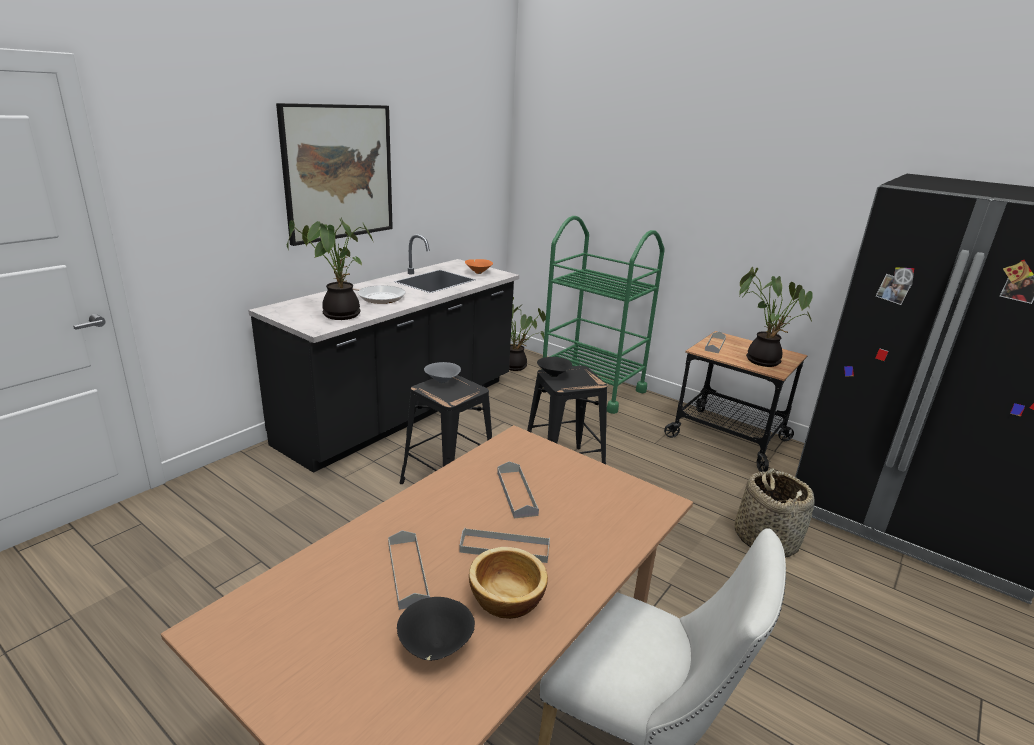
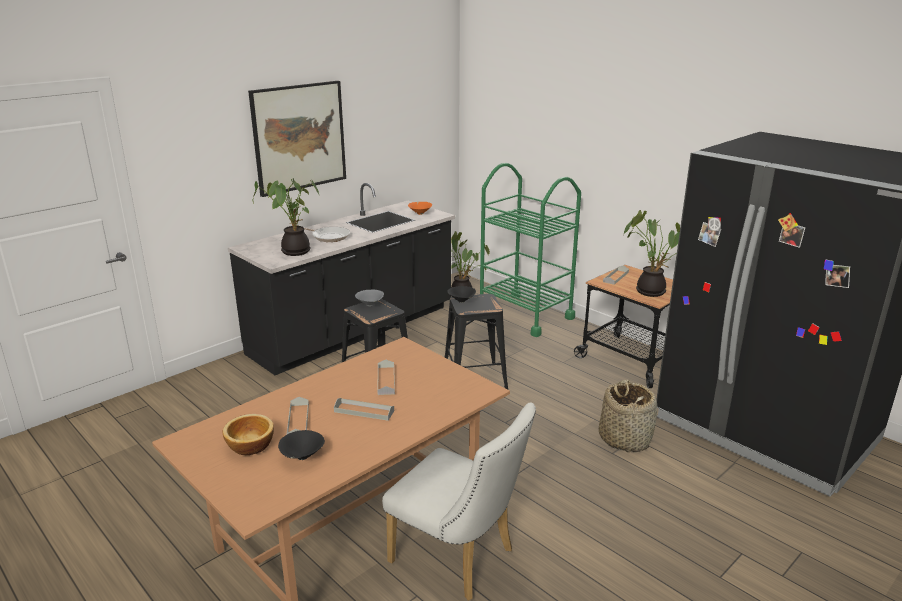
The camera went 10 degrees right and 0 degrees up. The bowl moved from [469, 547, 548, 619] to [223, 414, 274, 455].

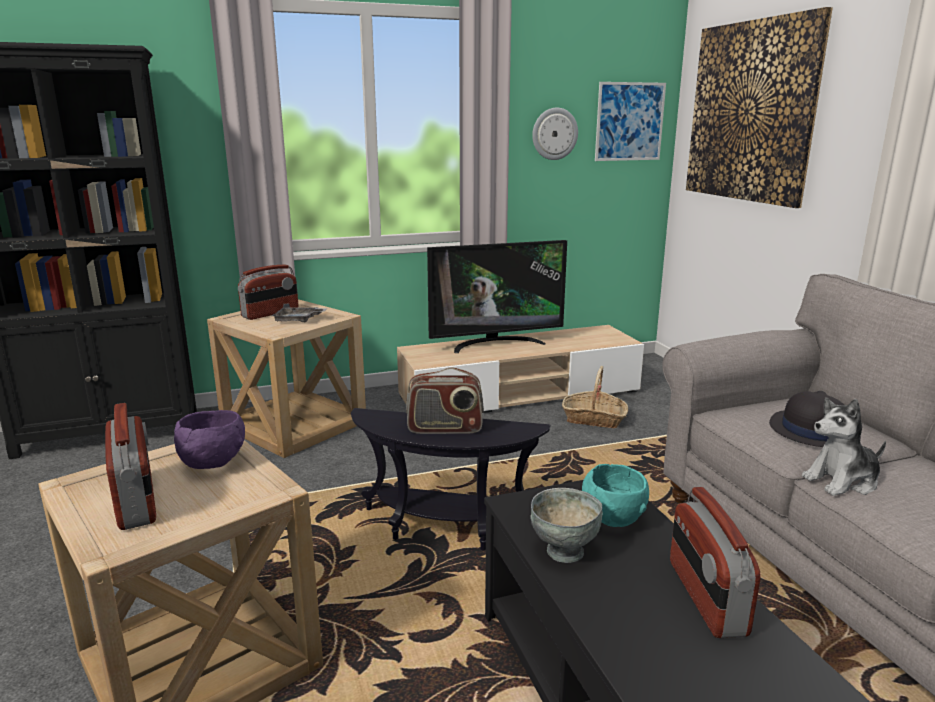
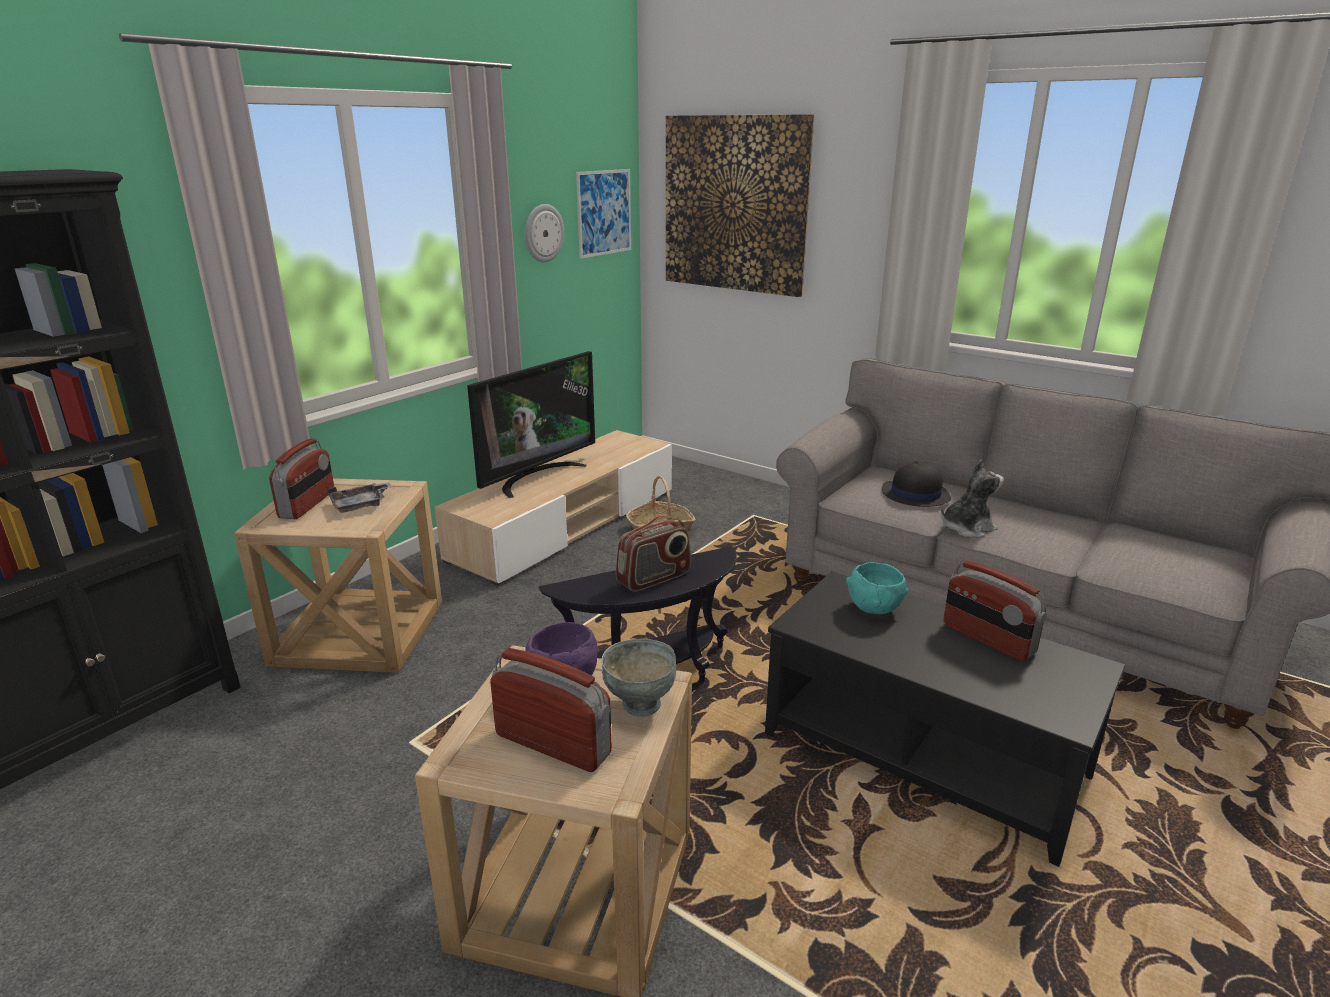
The camera went 35 degrees left and 5 degrees up. The grey bowl moved from [530, 488, 603, 563] to [601, 638, 676, 717]. The plush toy at [802, 398, 886, 496] turned 150 degrees counterclockwise.

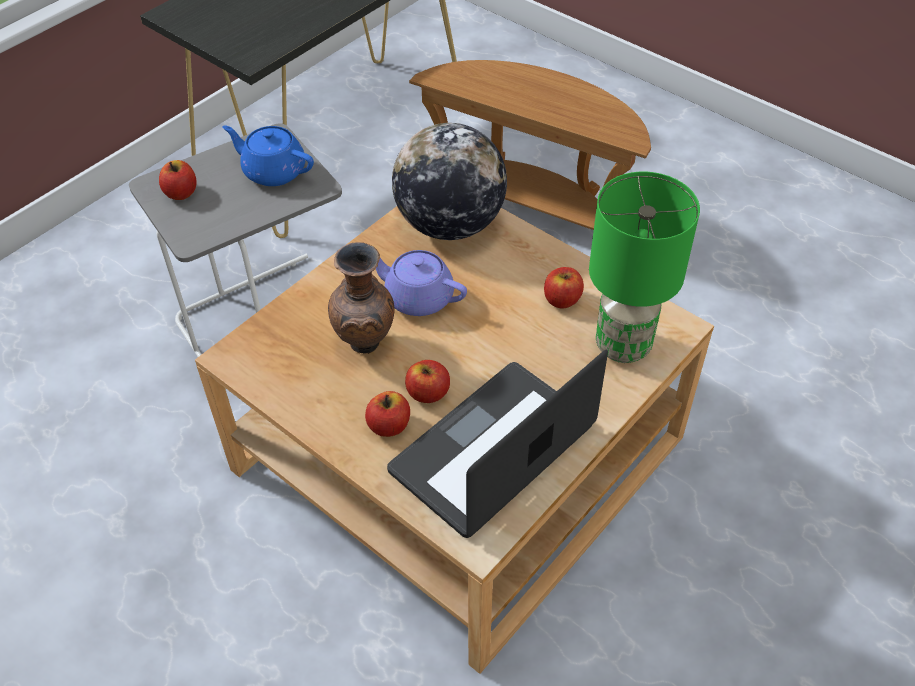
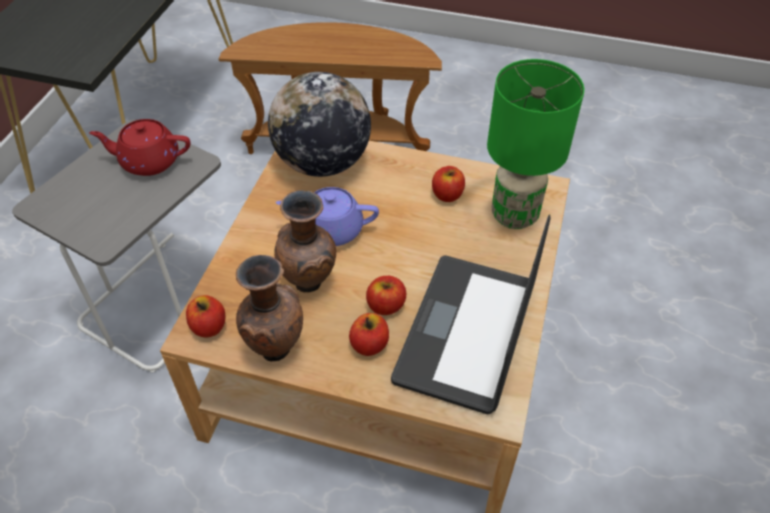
The camera went 25 degrees left and 0 degrees up. The blue teapot at [222, 125, 314, 186] became the red teapot at [89, 119, 190, 176]. The apple moved from [159, 160, 197, 200] to [186, 295, 225, 338]. The brown vase at [236, 255, 303, 362] appeared.

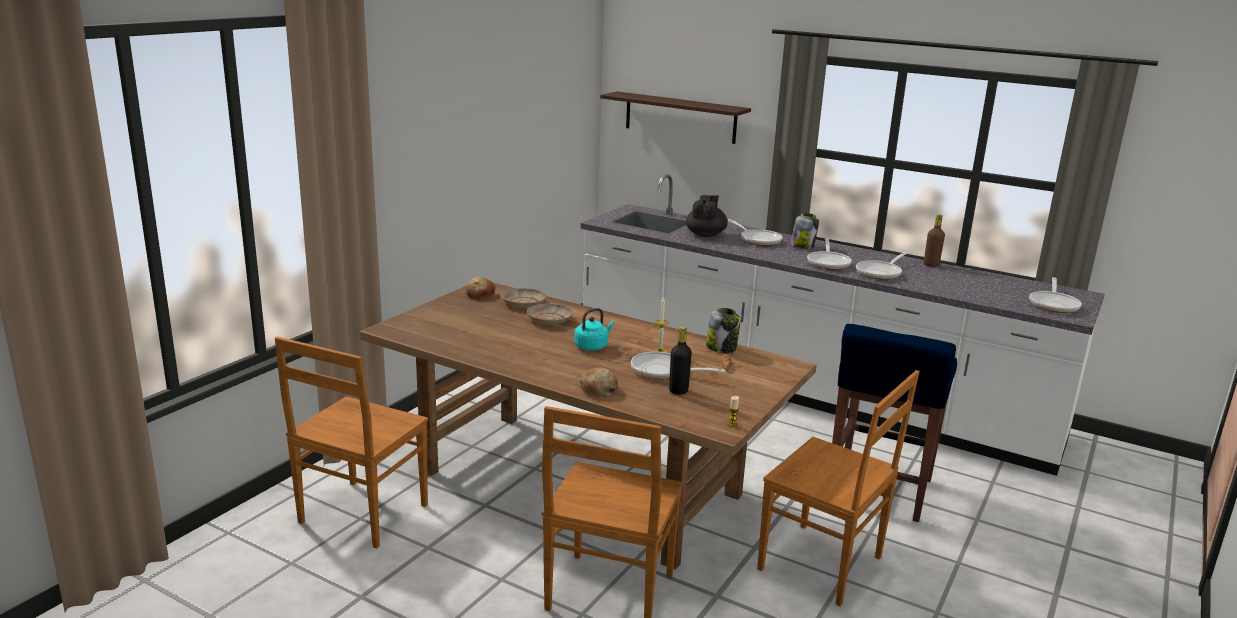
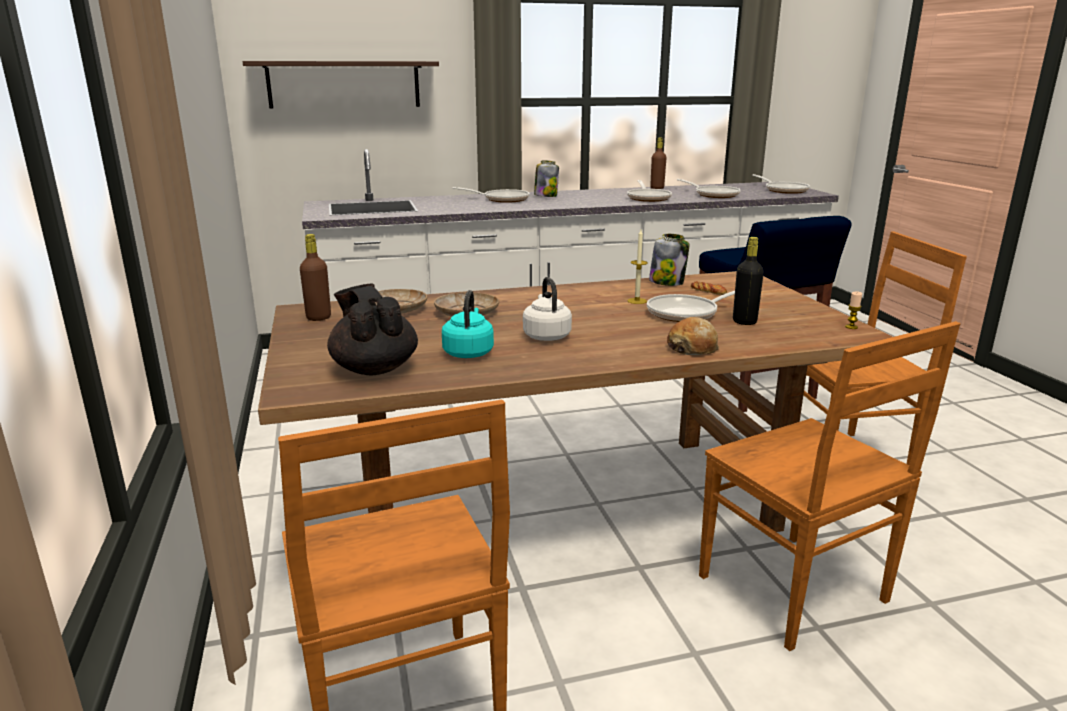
The camera went 45 degrees left and 0 degrees up. The bread at [465, 277, 496, 299] was replaced by the brown bottle at [300, 234, 331, 321]. The black teapot moved from [686, 195, 728, 237] to [327, 283, 418, 375]. The turquoise kettle moved from [574, 308, 614, 351] to [442, 290, 494, 358]. The white kettle at [523, 277, 572, 341] appeared. The frying pan moved from [807, 239, 852, 270] to [677, 179, 741, 198].

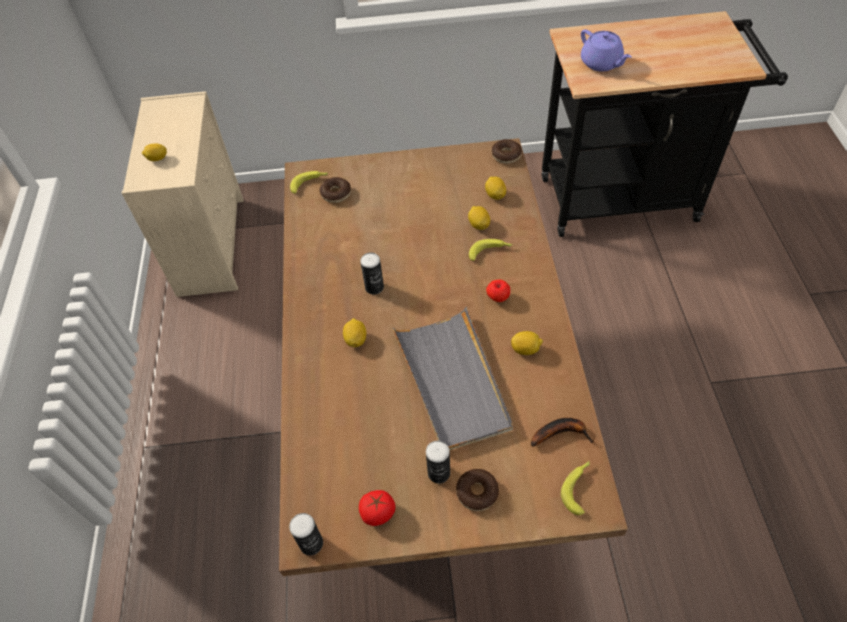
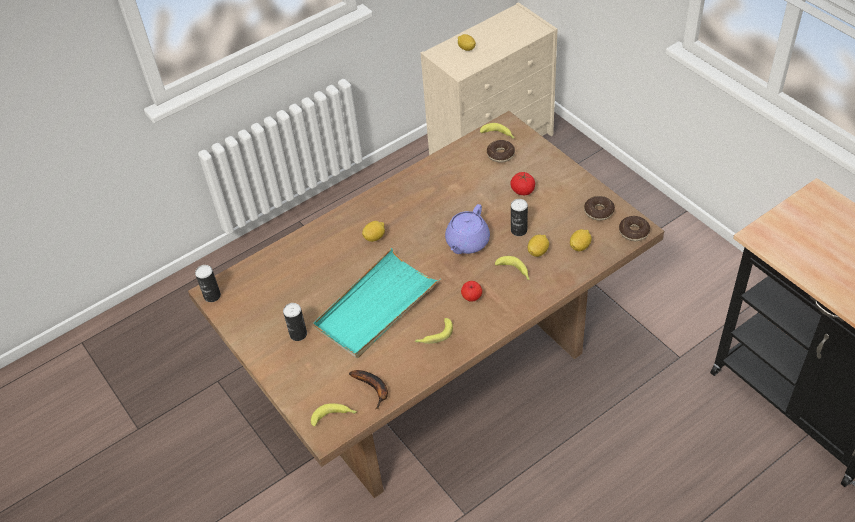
The camera went 60 degrees right and 5 degrees down. The grey tray at [393, 307, 513, 450] became the turquoise tray at [313, 248, 441, 358]. The lemon at [511, 331, 543, 355] was replaced by the banana at [415, 318, 453, 344]. The purple teapot moved from [581, 29, 632, 71] to [445, 204, 490, 254]. The tomato moved from [359, 490, 396, 526] to [510, 172, 535, 195]. The can moved from [360, 252, 384, 294] to [511, 199, 528, 236]. The donut moved from [456, 469, 499, 511] to [584, 196, 615, 220].

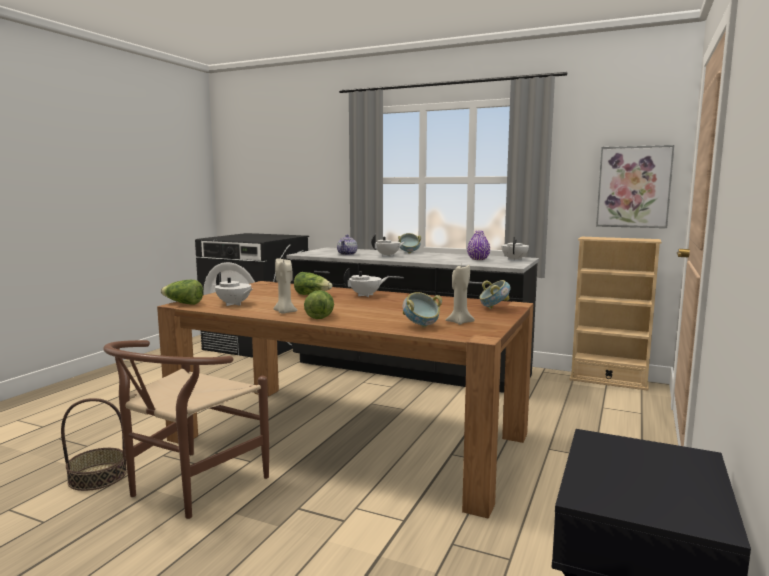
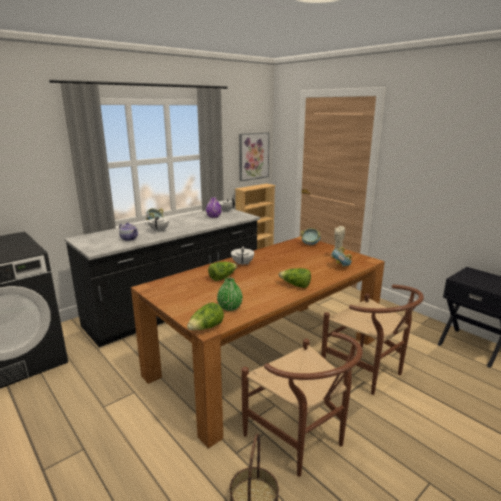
The camera went 65 degrees left and 10 degrees up. The white teapot at [215, 272, 252, 306] was replaced by the green vase at [217, 277, 243, 311]. The brown chair at [321, 285, 424, 395] appeared. The beige candle at [273, 258, 298, 314] disappeared.

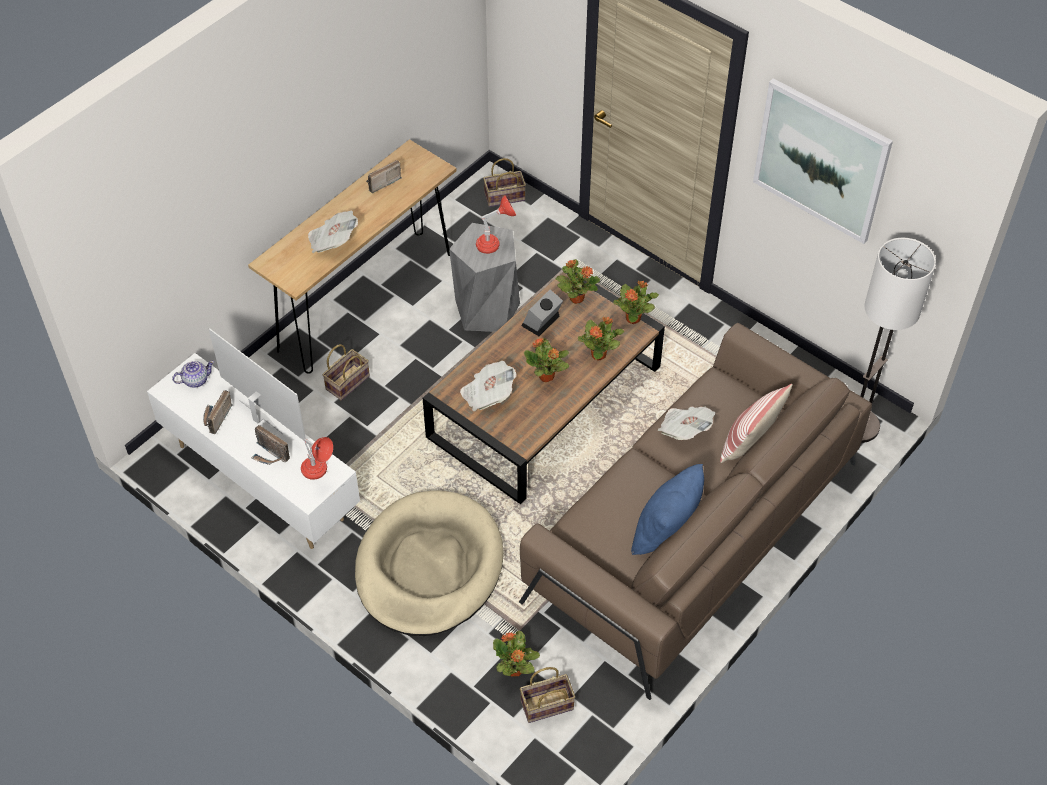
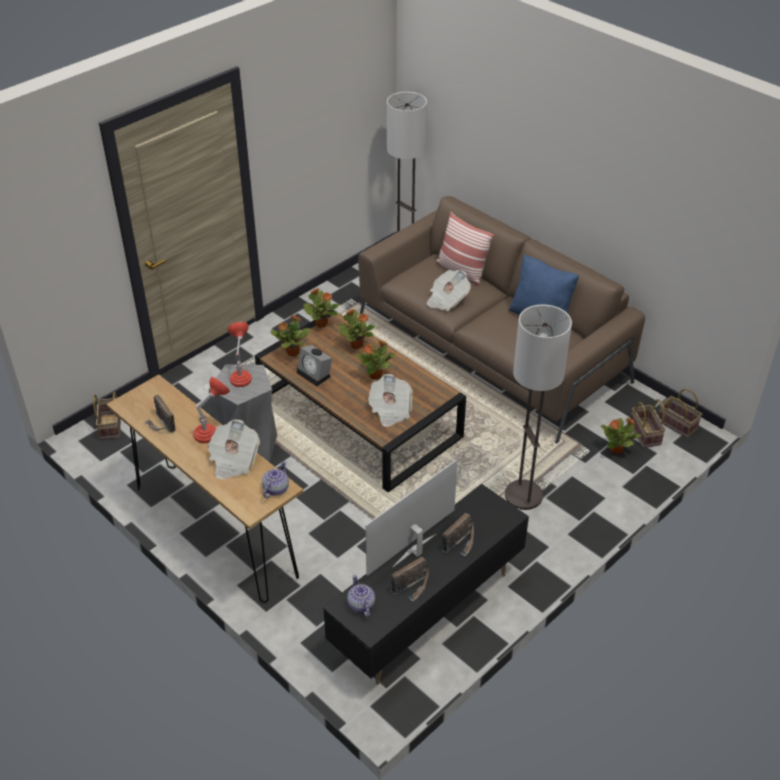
The camera went 85 degrees left and 10 degrees down. The red table lamp moved from [301, 437, 333, 480] to [193, 377, 230, 443]. The teapot at [262, 461, 289, 498] appeared. The white tv stand at [147, 353, 360, 549] became the black tv stand at [323, 484, 529, 685]. The radio at [203, 390, 233, 434] turned 60 degrees counterclockwise. The beige dog bed at [355, 490, 504, 636] was replaced by the floor lamp at [505, 305, 572, 510]. The basket moved from [323, 344, 370, 401] to [658, 389, 702, 438]. The picture at [753, 78, 893, 244] disappeared.

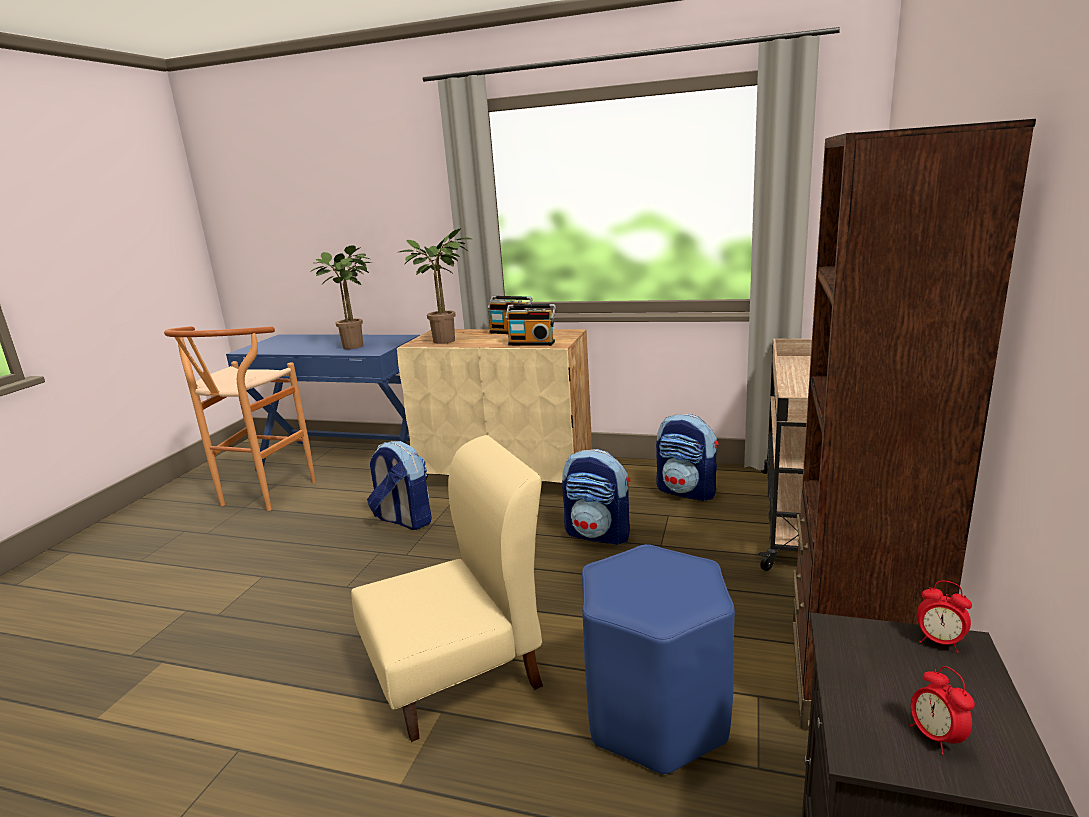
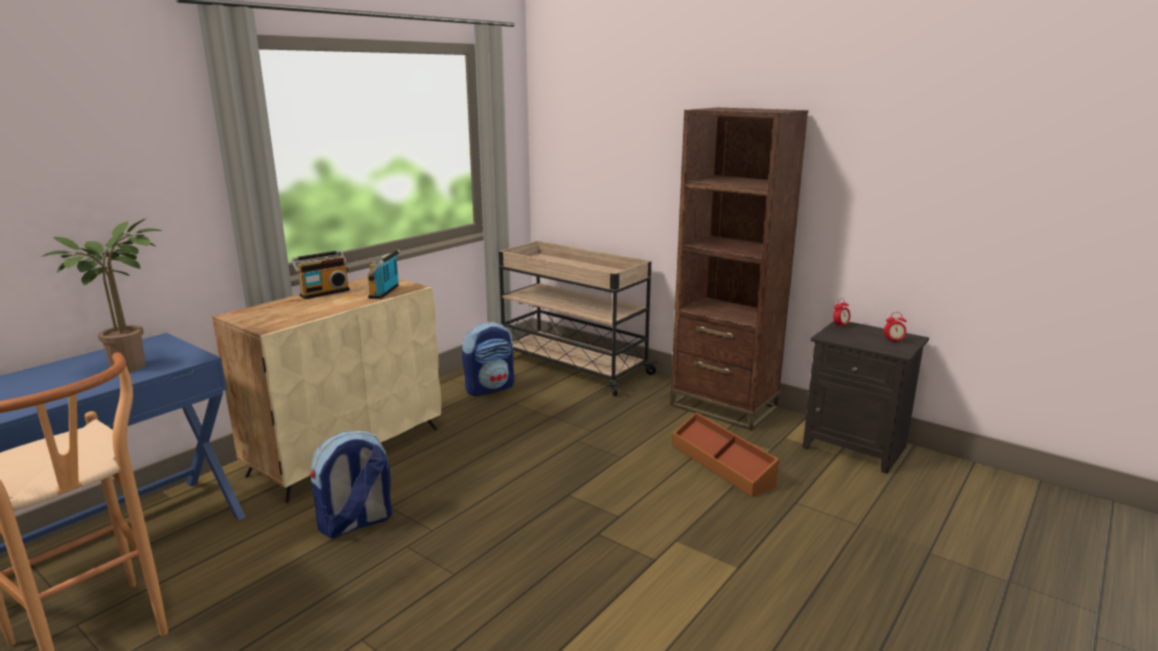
The camera went 70 degrees left and 0 degrees up. The radio at [505, 304, 556, 346] turned 150 degrees clockwise. The blue stool at [582, 544, 735, 775] was replaced by the brown storage box at [672, 412, 779, 497]. The beige chair at [351, 435, 543, 742] disappeared. The potted plant at [399, 228, 472, 344] disappeared. The backpack at [562, 449, 630, 545] disappeared.

